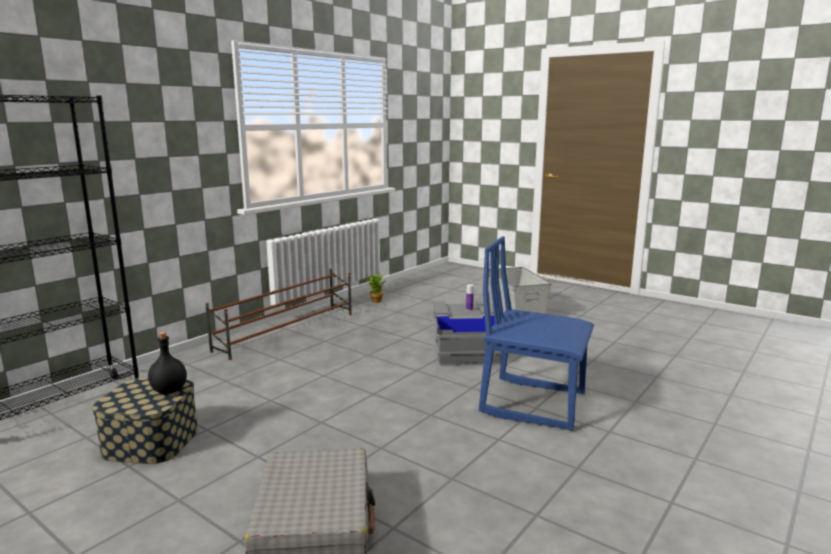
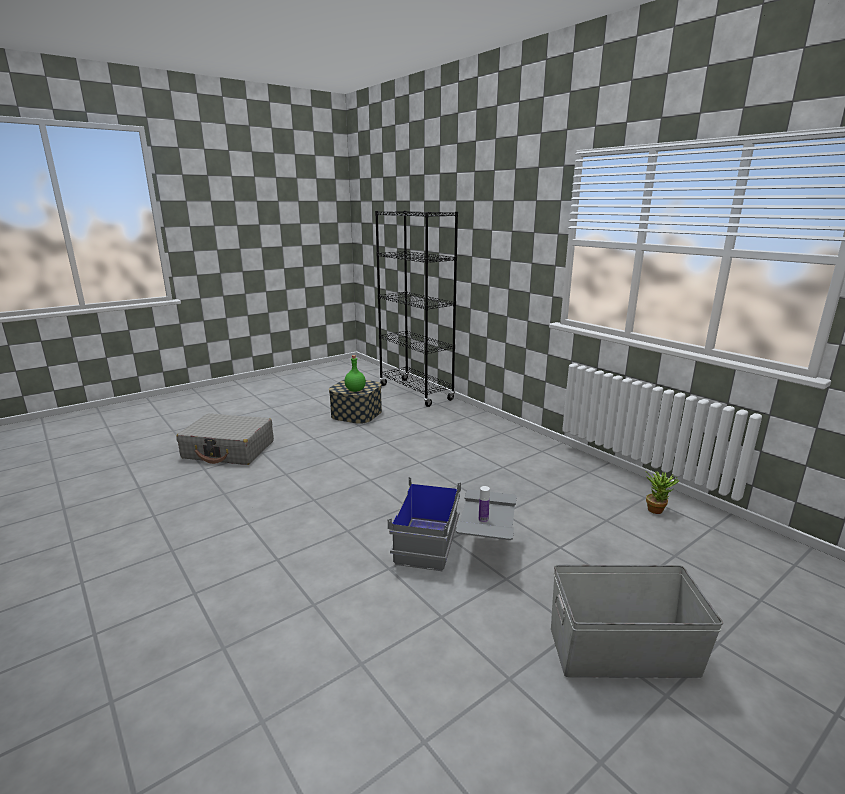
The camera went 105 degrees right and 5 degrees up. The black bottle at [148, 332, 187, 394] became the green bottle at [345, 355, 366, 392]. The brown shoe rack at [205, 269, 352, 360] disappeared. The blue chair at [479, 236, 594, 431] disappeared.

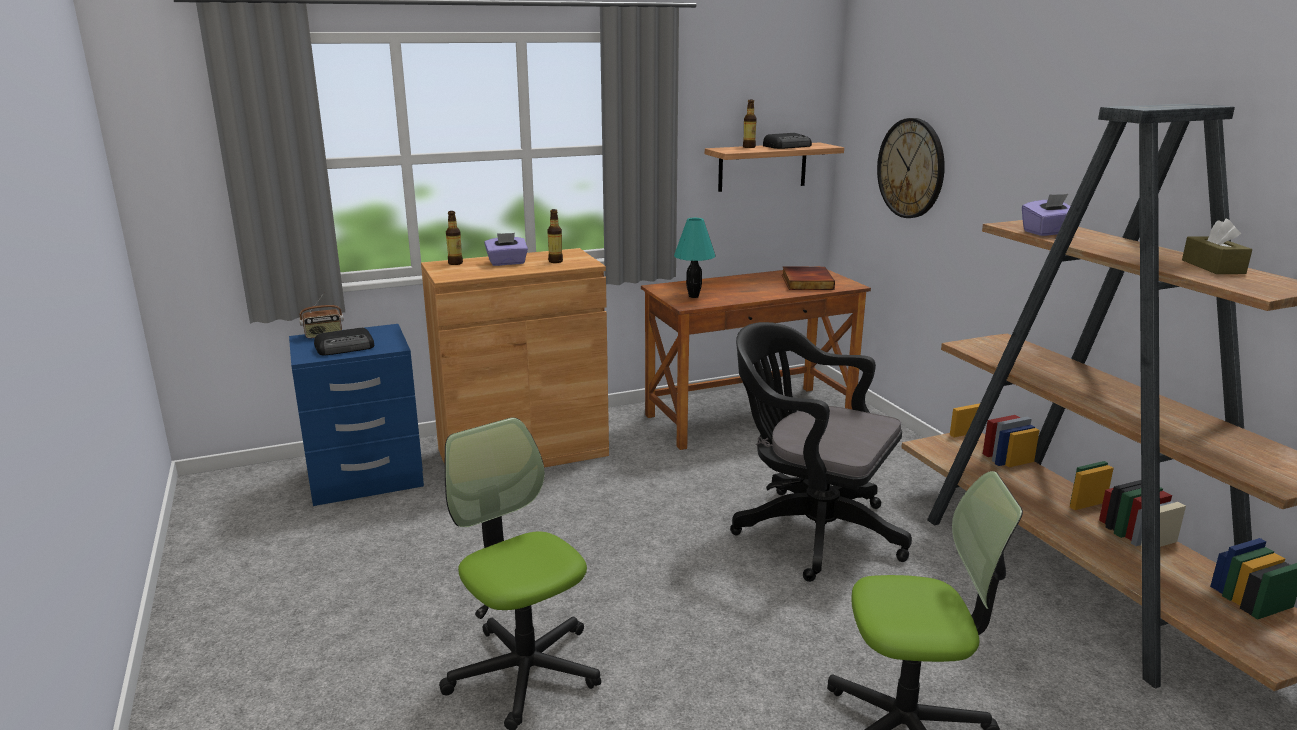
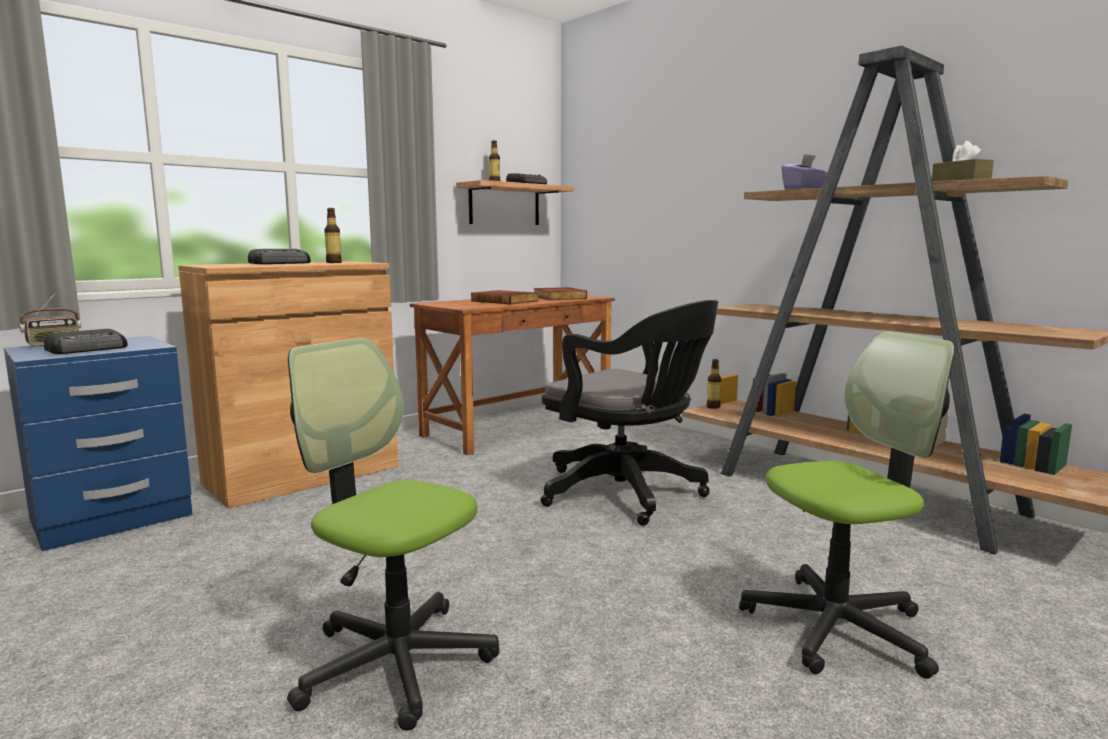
The camera went 20 degrees left and 10 degrees down. The purple tissue box at [484, 233, 528, 266] was replaced by the radio at [248, 249, 311, 264]. The book at [471, 290, 538, 304] appeared. The black office chair at [730, 322, 912, 582] turned 150 degrees counterclockwise. The bottle moved from [446, 211, 463, 265] to [707, 359, 721, 409]. The turquoise table lamp at [674, 218, 716, 298] disappeared. The wall clock at [877, 118, 945, 218] disappeared.

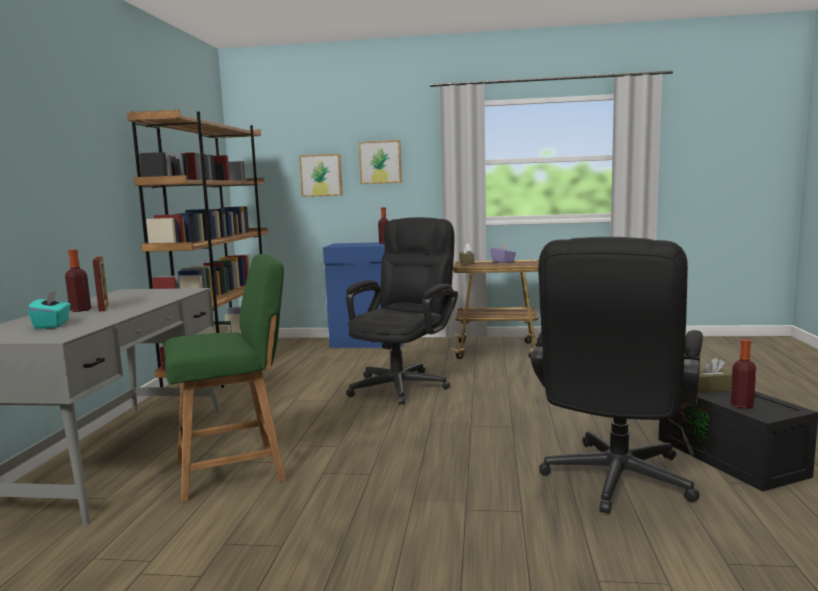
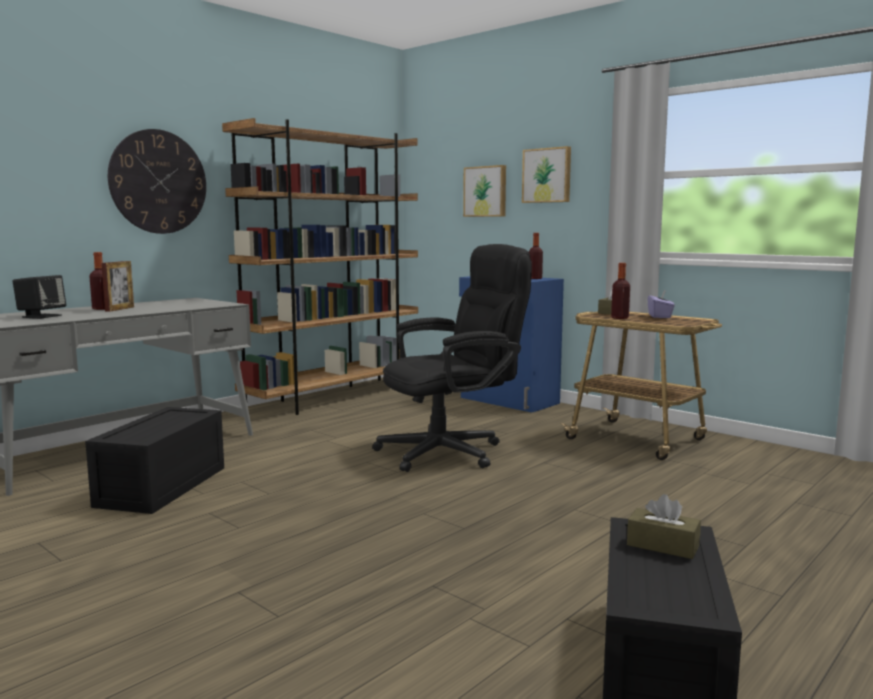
The camera went 35 degrees right and 0 degrees up. The turquoise tissue box at [28, 290, 71, 329] was replaced by the black speaker at [13, 275, 66, 319]. The green chair at [164, 254, 286, 502] was replaced by the black storage box at [85, 407, 224, 514]. The wall clock at [108, 129, 206, 234] appeared. The bottle moved from [730, 339, 756, 409] to [611, 263, 630, 319]. The black office chair at [531, 237, 703, 514] disappeared.

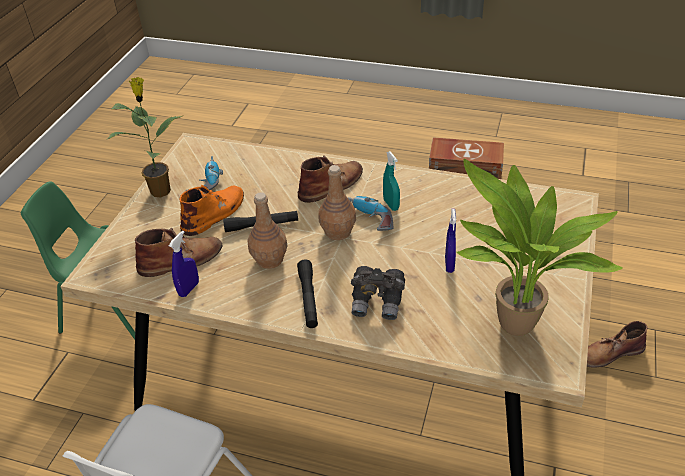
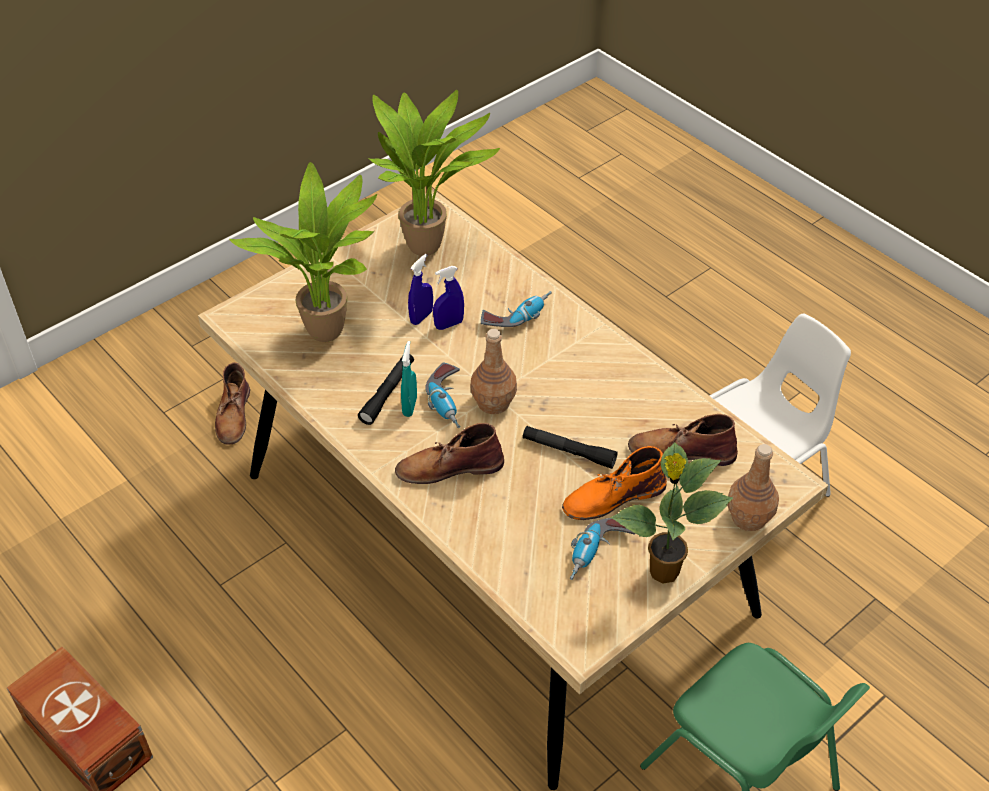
The camera went 150 degrees left and 5 degrees up. The brown boot at [587, 321, 648, 368] turned 75 degrees clockwise. The potted plant at [229, 162, 377, 342] appeared. The black flashlight moved from [297, 260, 318, 328] to [358, 354, 414, 425]. The blue spray bottle moved from [169, 231, 199, 297] to [433, 266, 464, 330]. The grey binoculars at [351, 266, 405, 320] was replaced by the power drill at [481, 291, 552, 327]. The brown bottle moved from [247, 192, 288, 269] to [727, 444, 779, 531].

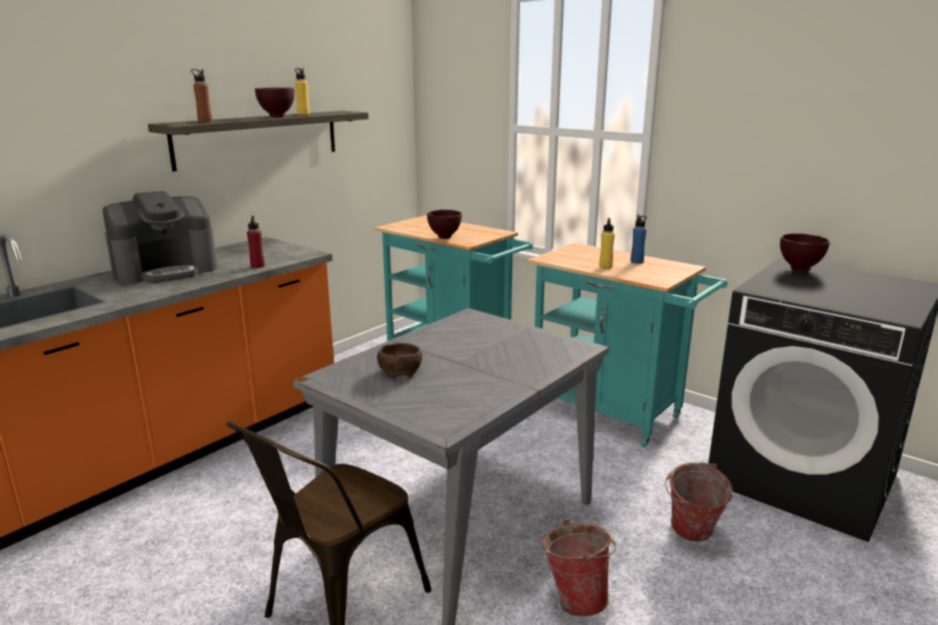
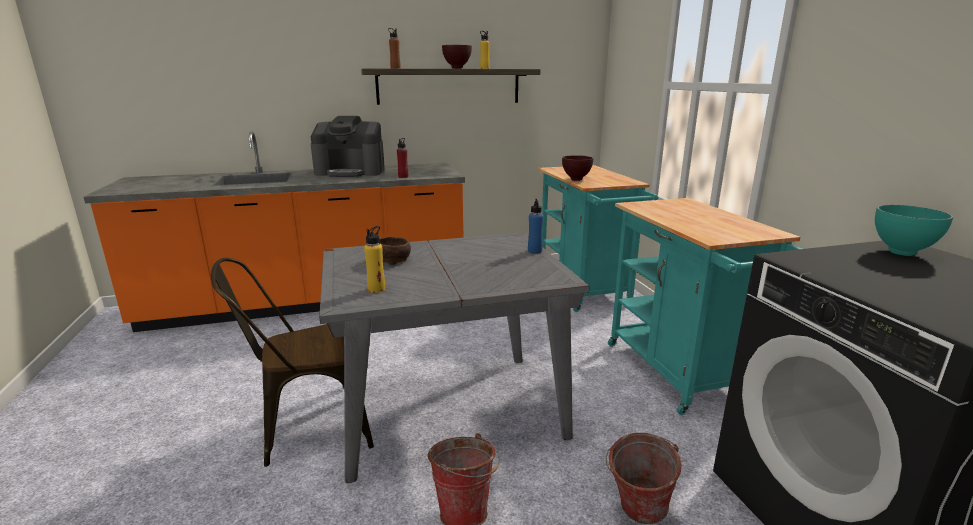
The camera went 35 degrees right and 0 degrees up. The yellow bottle moved from [599, 218, 615, 269] to [364, 226, 385, 293]. The blue bottle moved from [631, 215, 647, 264] to [528, 199, 543, 254]. The brown bowl at [780, 233, 830, 272] became the turquoise bowl at [875, 205, 953, 256].

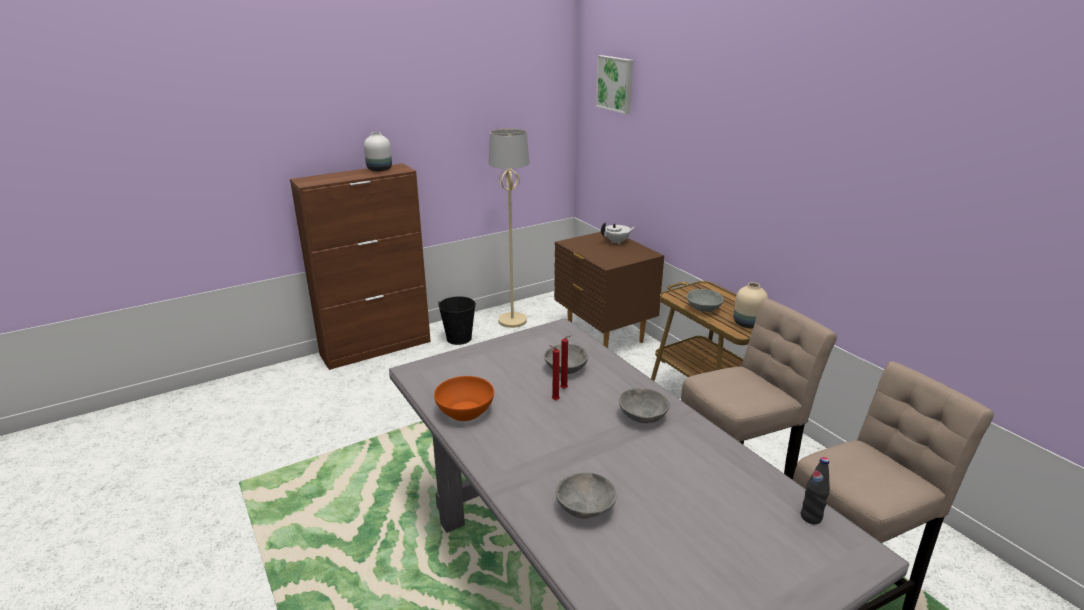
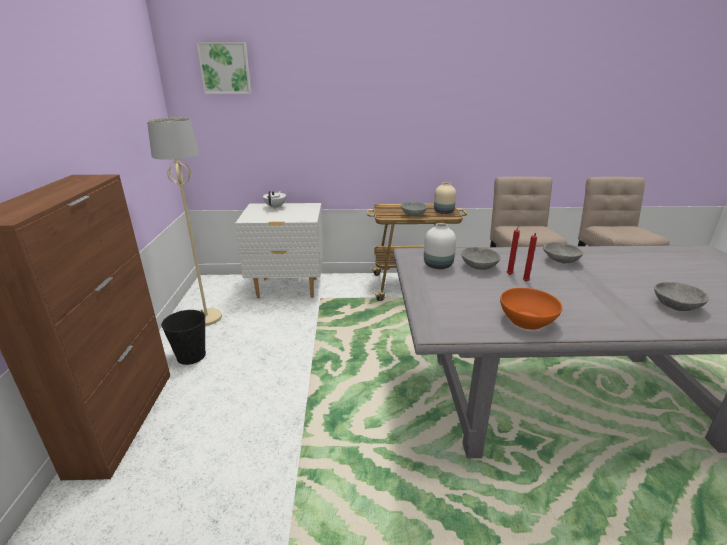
The camera went 60 degrees left and 0 degrees up. The brown nightstand at [554, 232, 664, 348] became the white nightstand at [235, 203, 324, 298]. The white vase moved from [364, 132, 392, 171] to [424, 223, 456, 269]. The black bottle at [801, 457, 830, 524] disappeared.

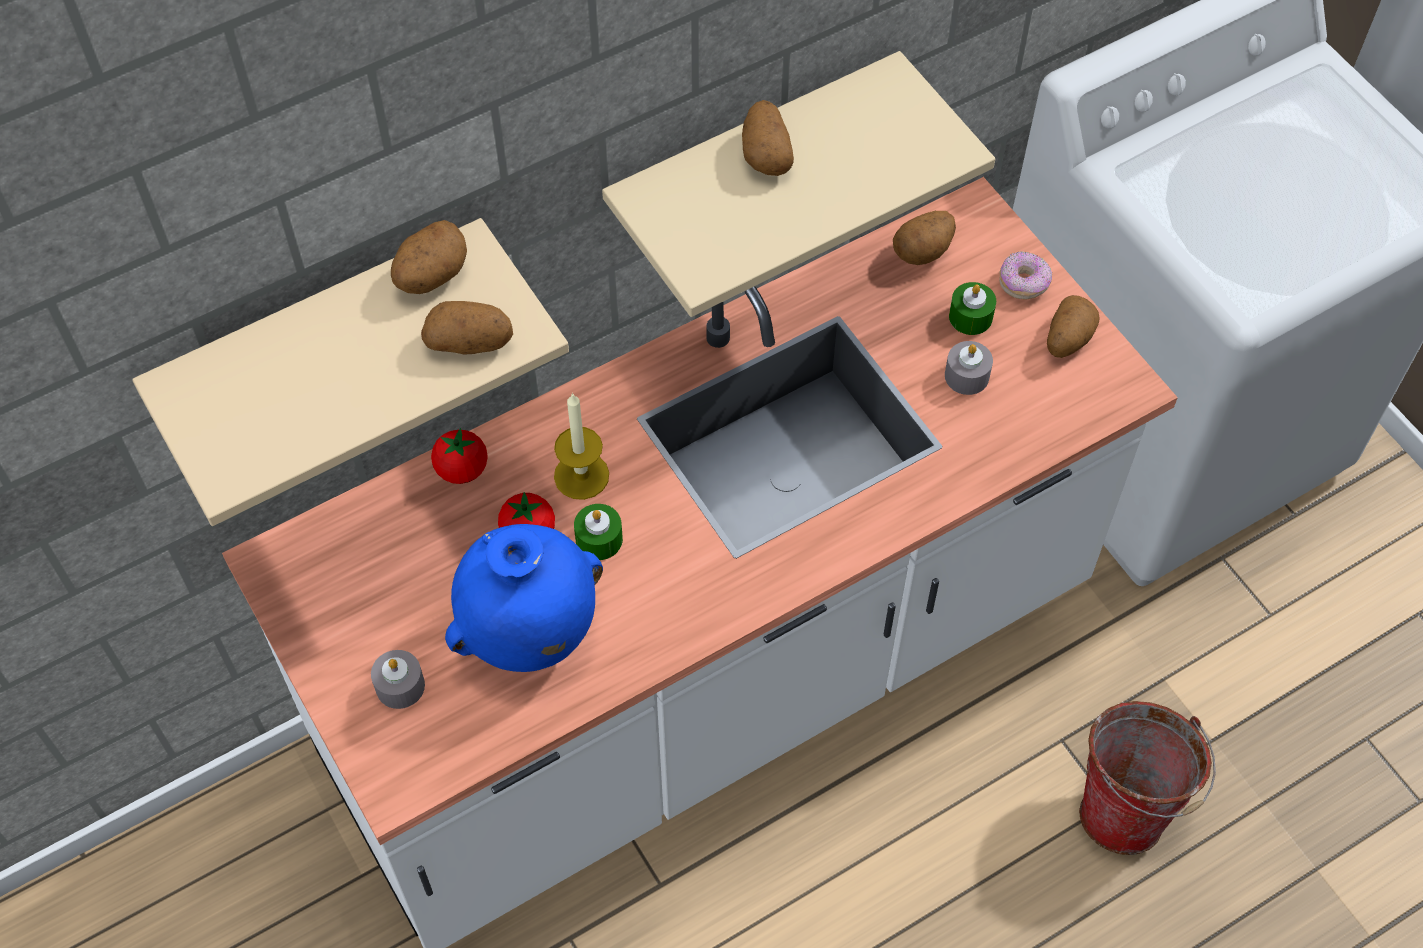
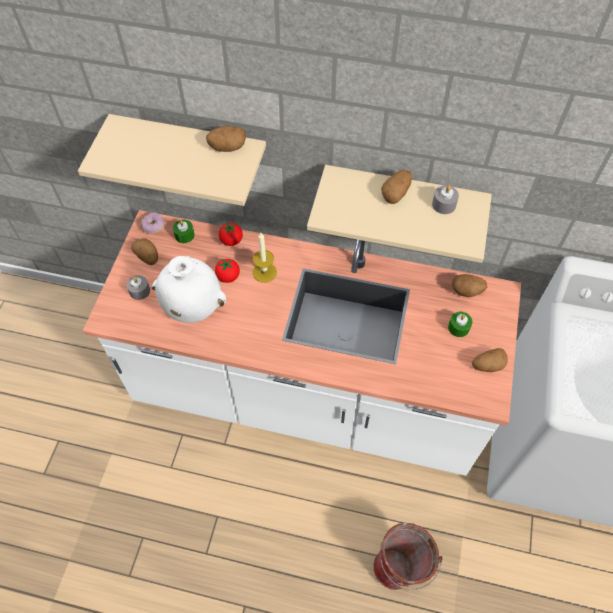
The camera went 45 degrees right and 0 degrees up. The potato moved from [421, 301, 513, 355] to [131, 239, 158, 265]. The donut moved from [999, 251, 1052, 300] to [141, 212, 164, 234]. The blue vase at [445, 524, 603, 672] became the white vase at [152, 256, 226, 323]. The green candle moved from [574, 504, 623, 560] to [173, 220, 195, 243]. The grey candle moved from [945, 341, 993, 395] to [432, 185, 459, 214].

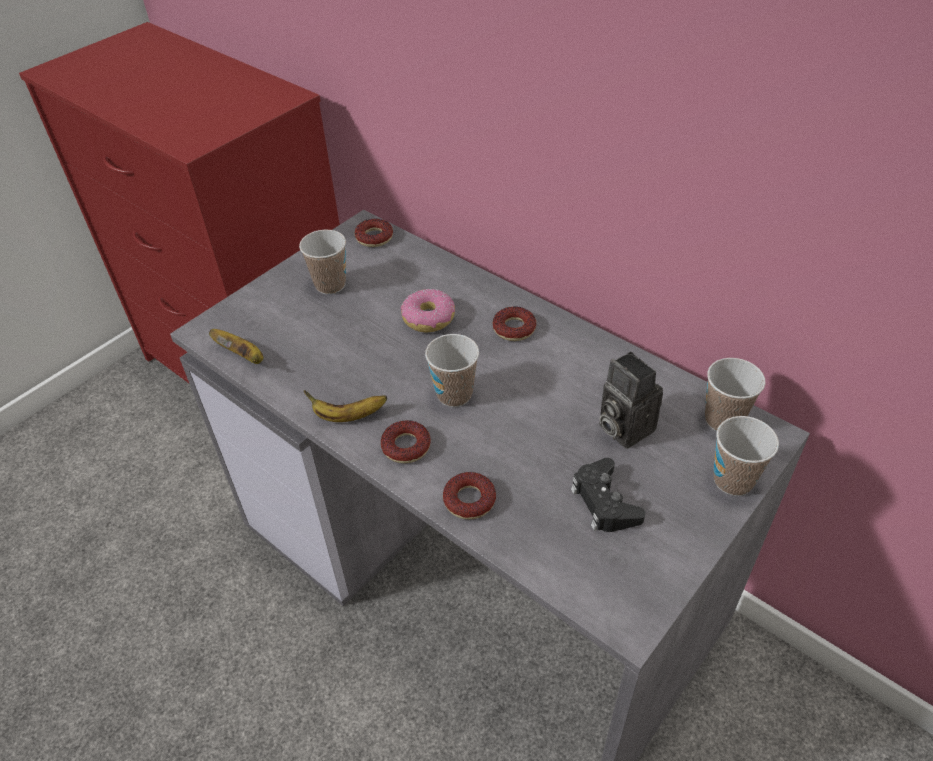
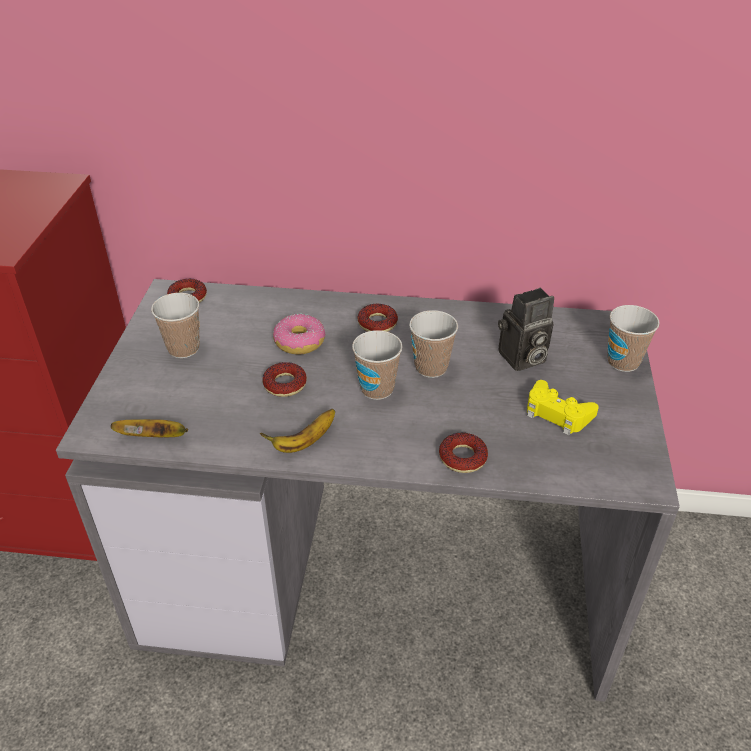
The camera went 35 degrees left and 5 degrees down. The donut moved from [381, 420, 431, 463] to [262, 362, 307, 397]. The cup moved from [705, 358, 765, 431] to [409, 310, 458, 378]. The photo camera at [599, 352, 663, 448] turned 45 degrees counterclockwise. The black game controller at [571, 458, 645, 532] became the yellow game controller at [527, 380, 599, 435].

